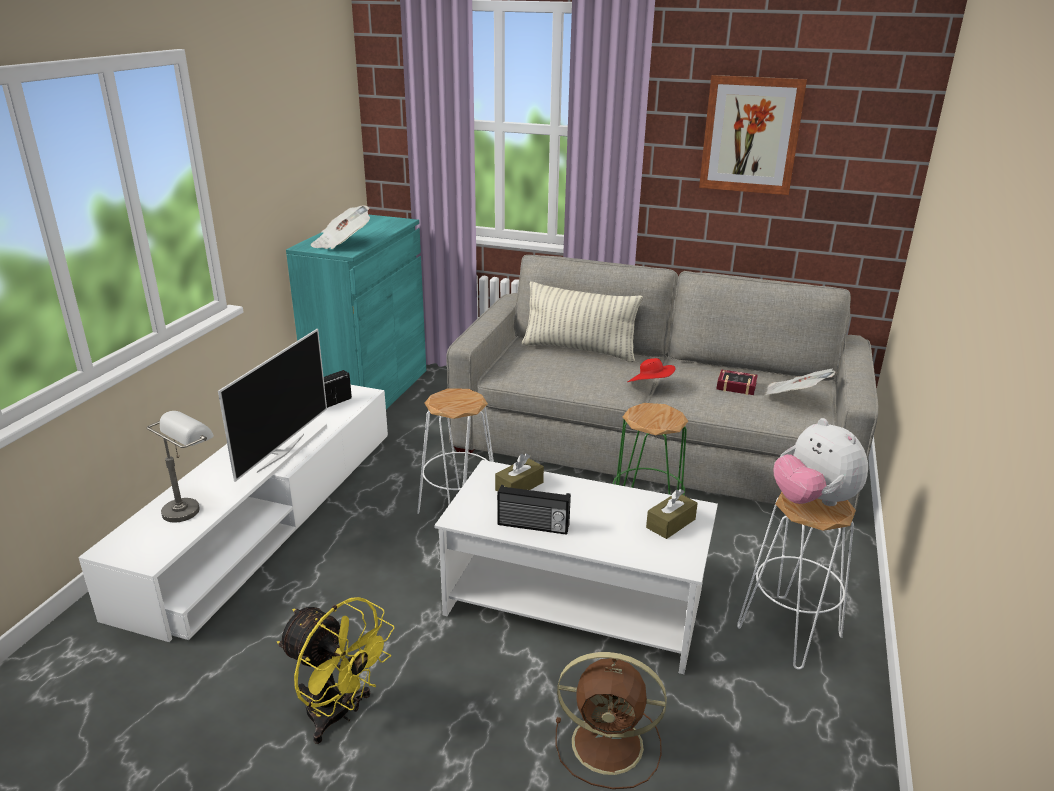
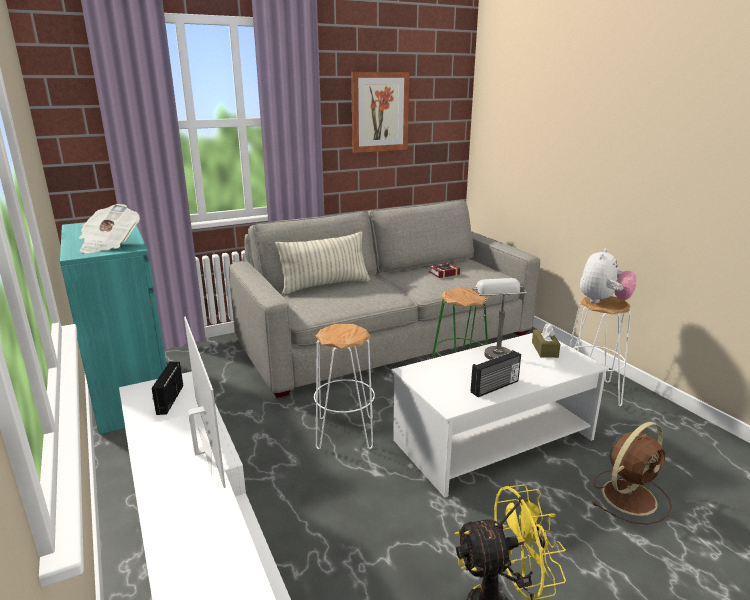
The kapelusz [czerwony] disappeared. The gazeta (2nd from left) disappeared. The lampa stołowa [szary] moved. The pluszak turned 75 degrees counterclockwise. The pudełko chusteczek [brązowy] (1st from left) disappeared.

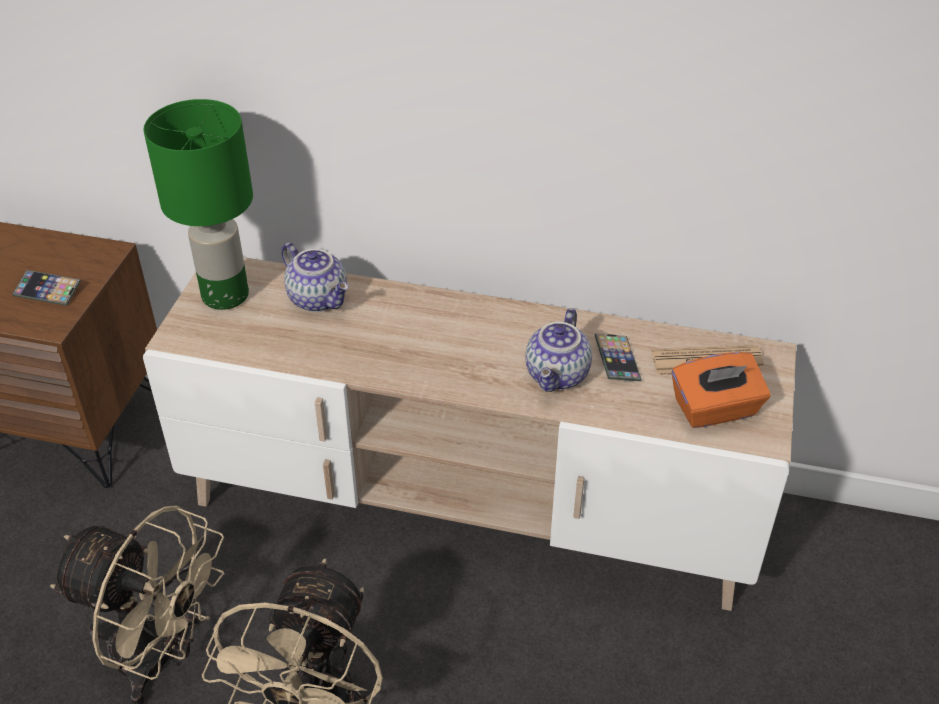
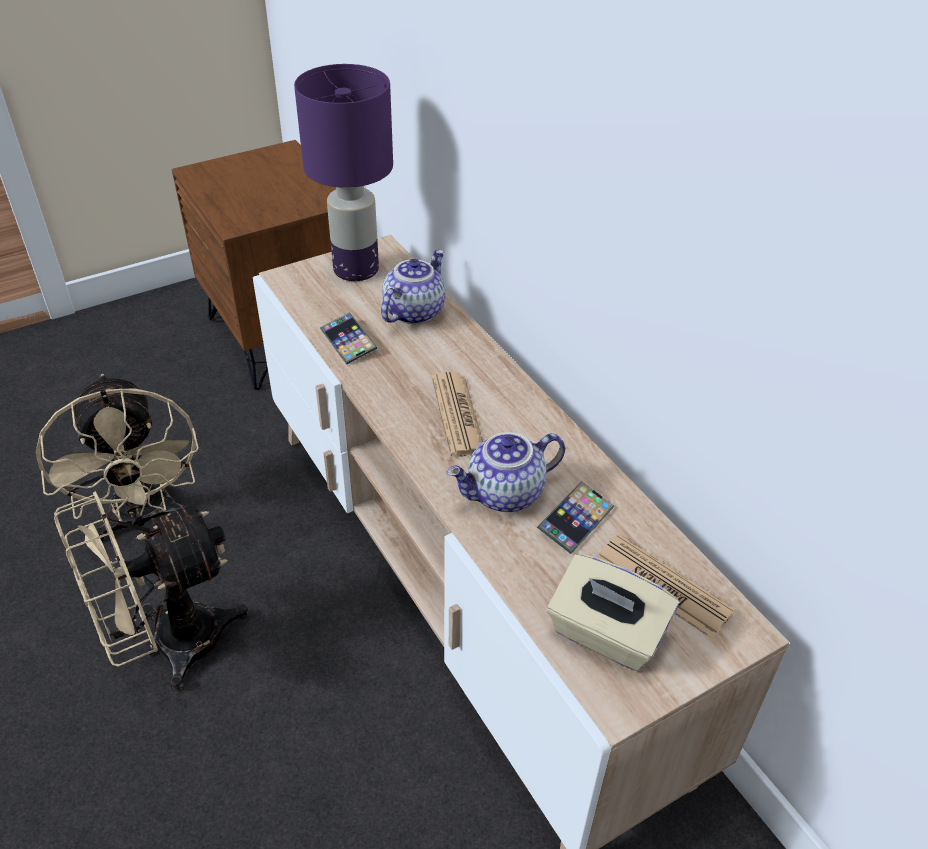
The lampa stołowa [zielony] became the lampa stołowa [fioletowy]. The imbryk (1st from left) turned 150 degrees counterclockwise. The telefon (1st from left) moved. The pudełko chusteczek [pomarańczowy] became the pudełko chusteczek [beżowy]. The gazeta (1st from left) appeared.

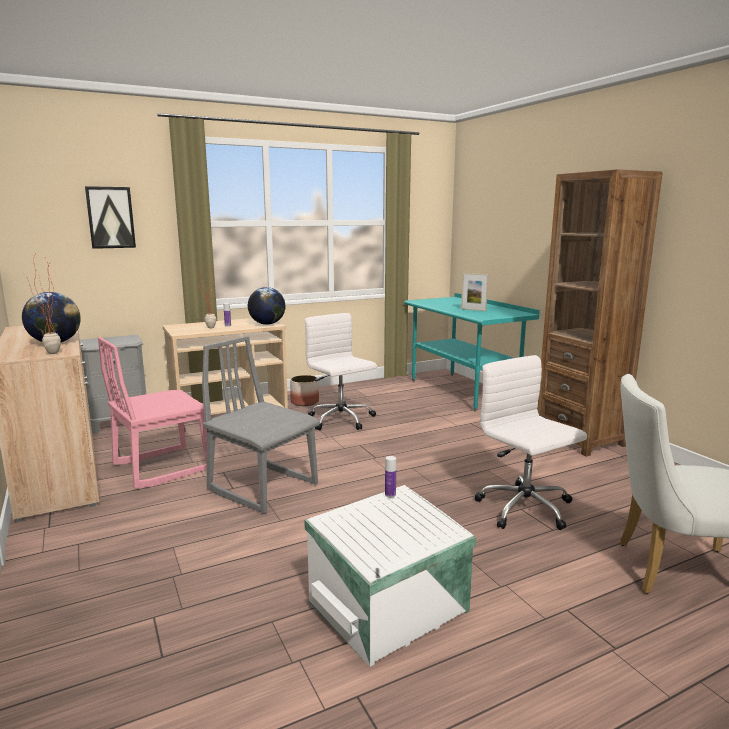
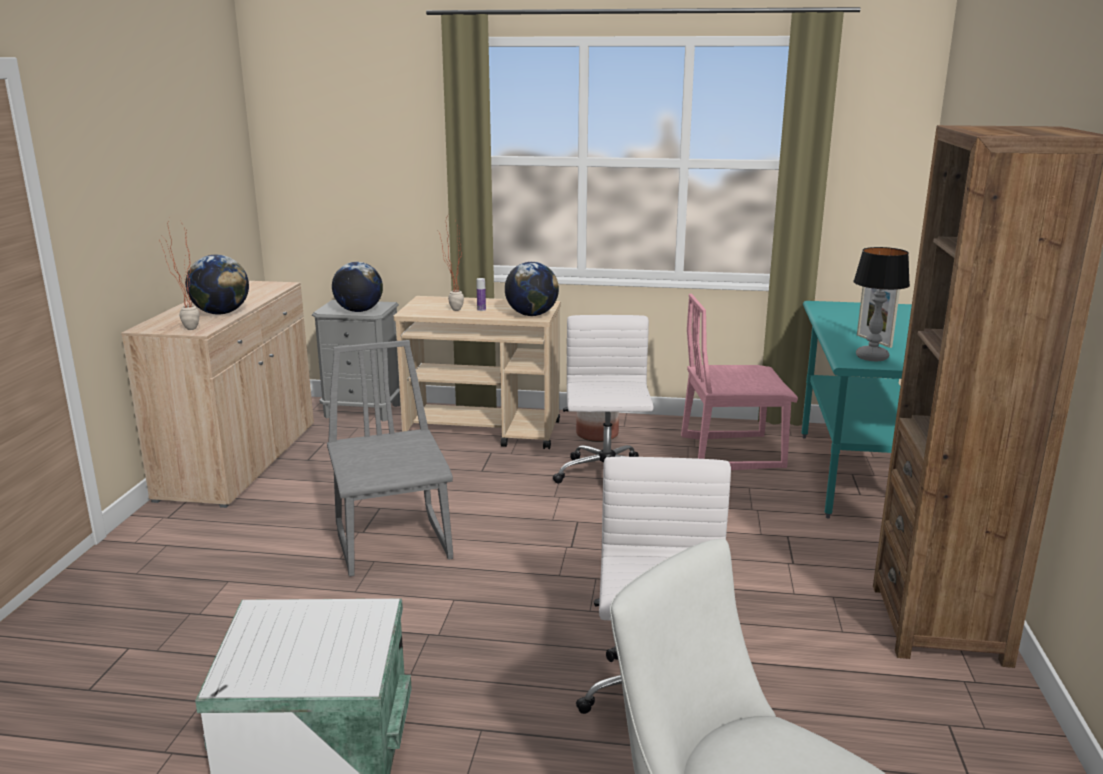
The obraz disappeared. The krzesło [różowy] moved. The butelka (2nd from left) disappeared. The lampa stołowa appeared. The globus (2nd from left) appeared.

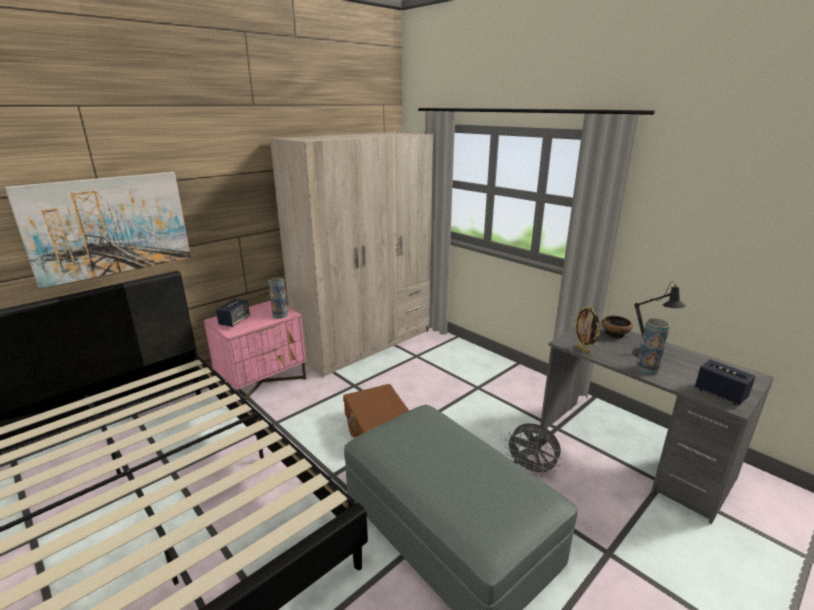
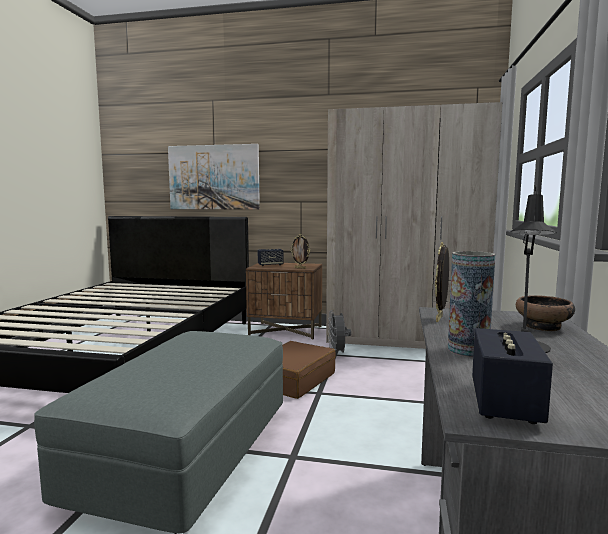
The wazon (1st from left) was replaced by the ramka na zdjęcie (1st from left). The szafka nocna [różowy] became the szafka nocna [brązowy]. The wentylator [szary] moved.

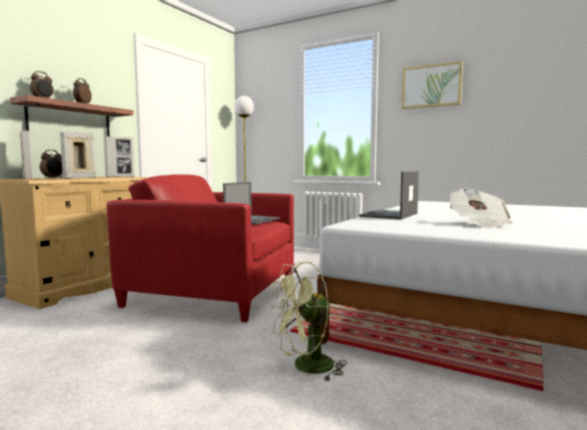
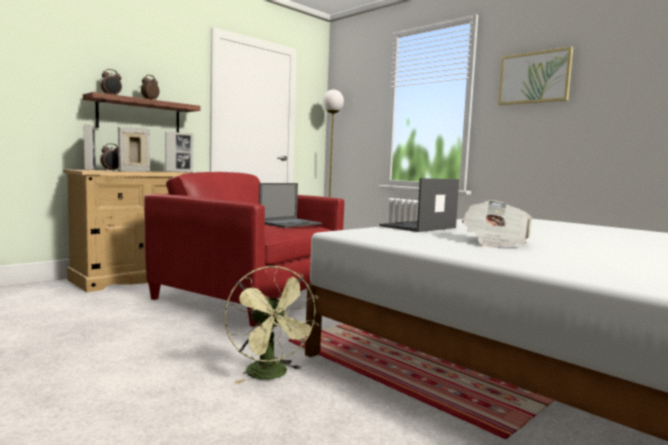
The wentylator [zielony] turned 105 degrees counterclockwise.

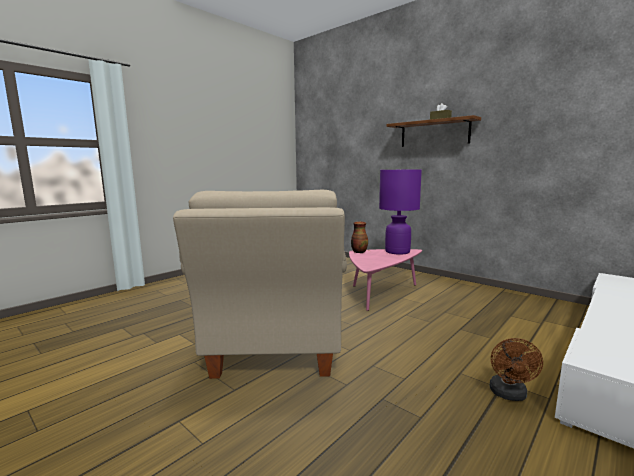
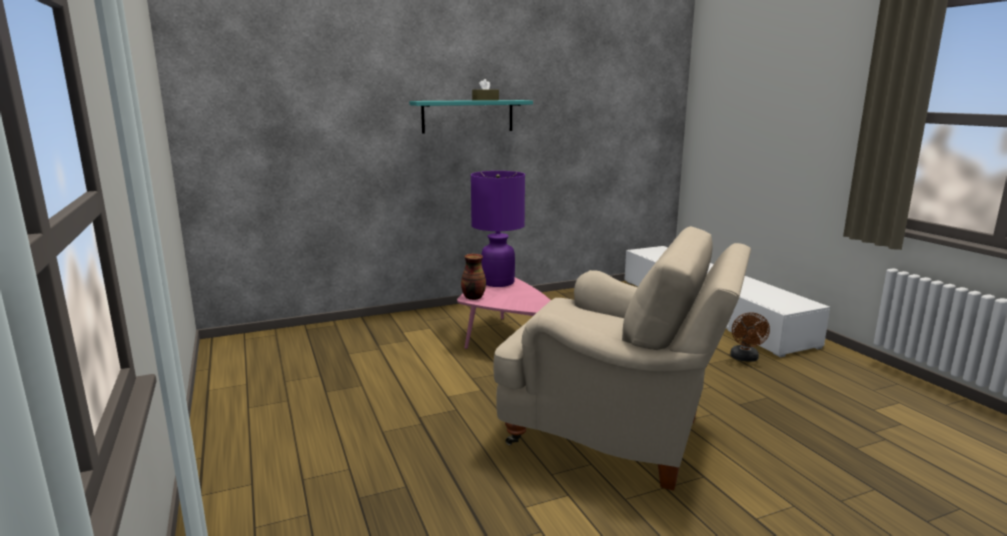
The półka [brązowy] became the półka [turkusowy]. The wentylator [brązowy] turned 60 degrees clockwise.

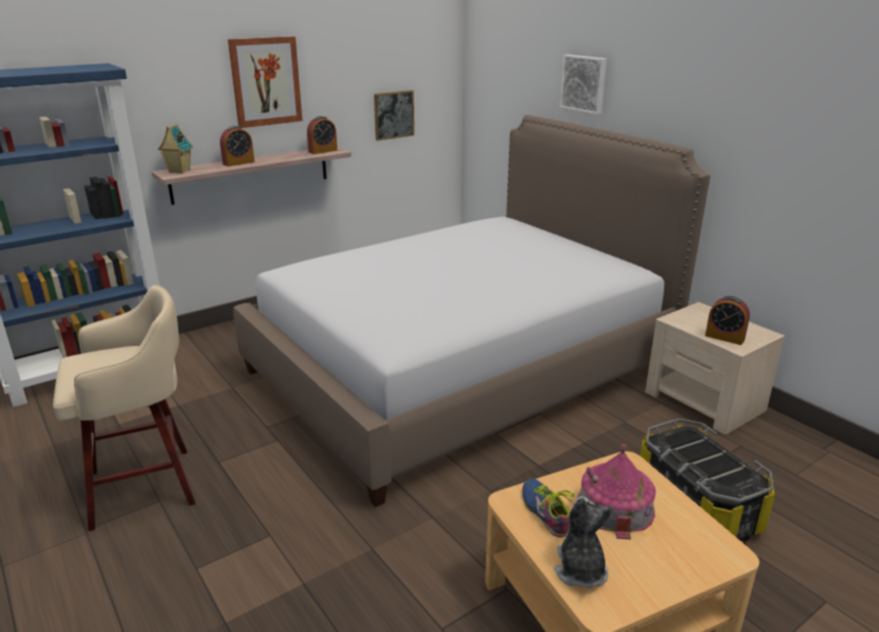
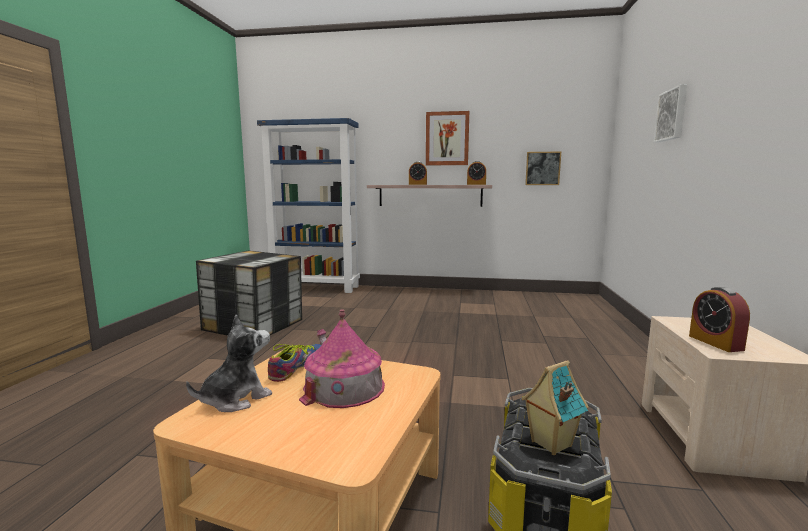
The łóżko disappeared. The domek (1st from left in the first image) moved. The stołek [beżowy] was replaced by the pojemnik do przechowywania (1st from left).

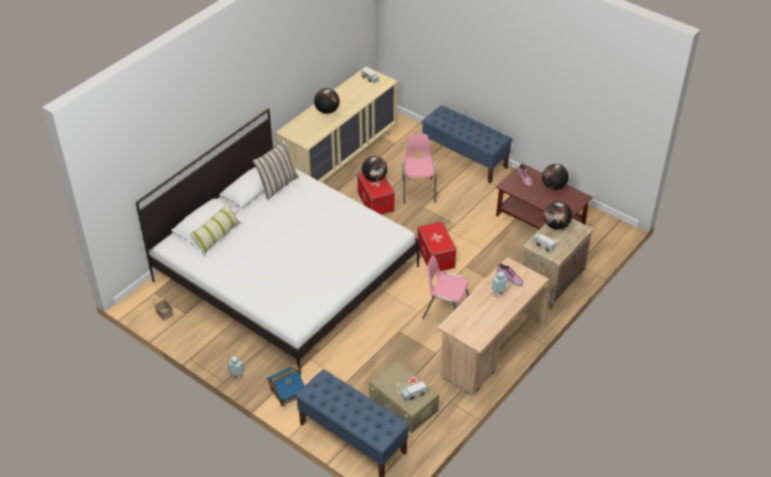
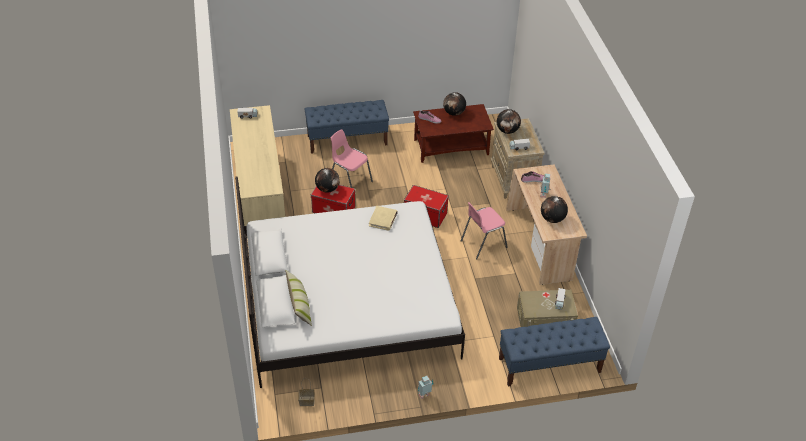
The globus (1st from left in the first image) moved. The poduszka (2nd from left) disappeared. The domek disappeared. The książka [beżowy] appeared.

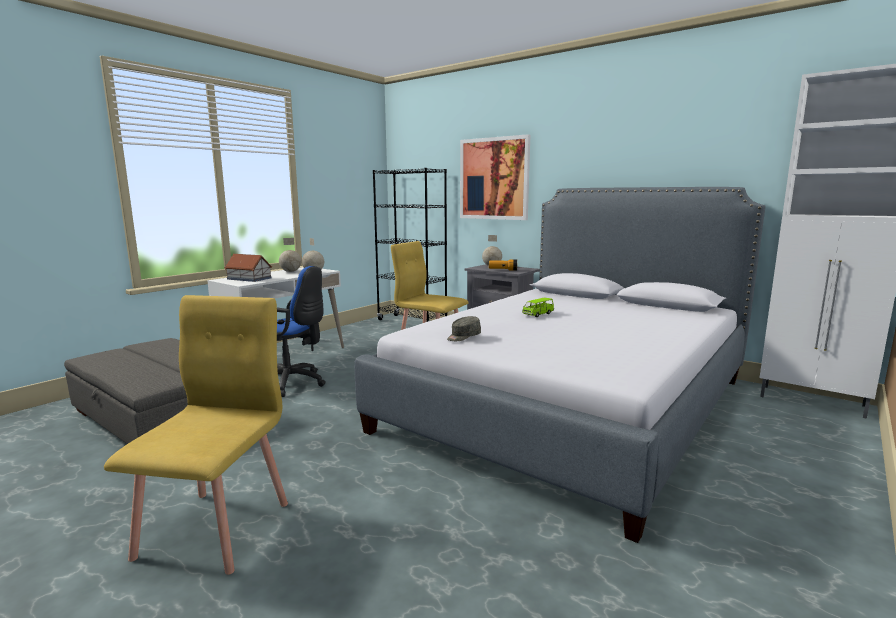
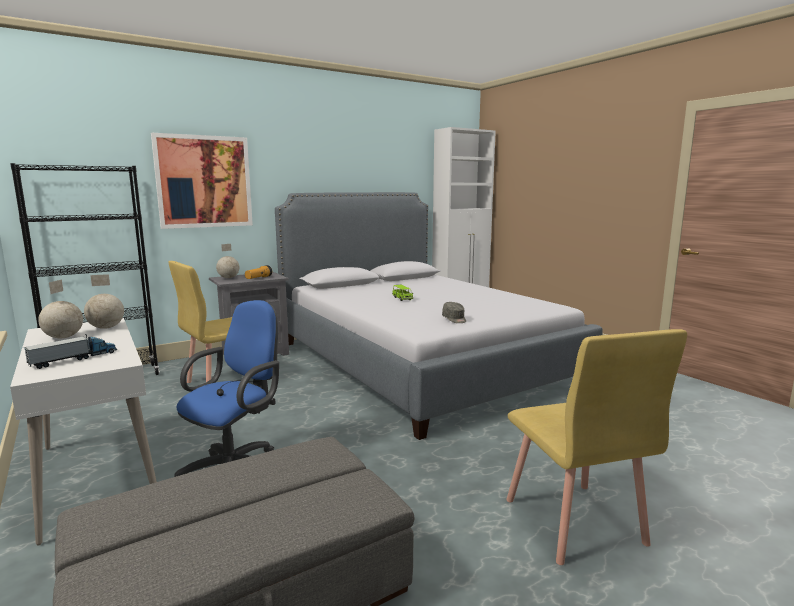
The domek was replaced by the ciężarówka zabawkowa. The krzesło [żółty] (1st from left in the first image) turned 135 degrees counterclockwise.

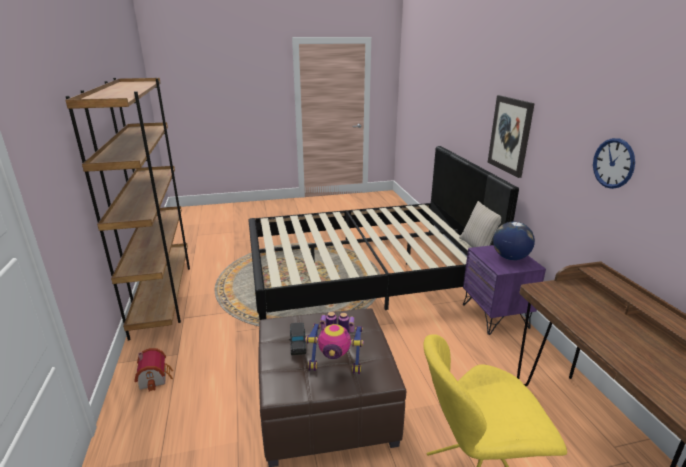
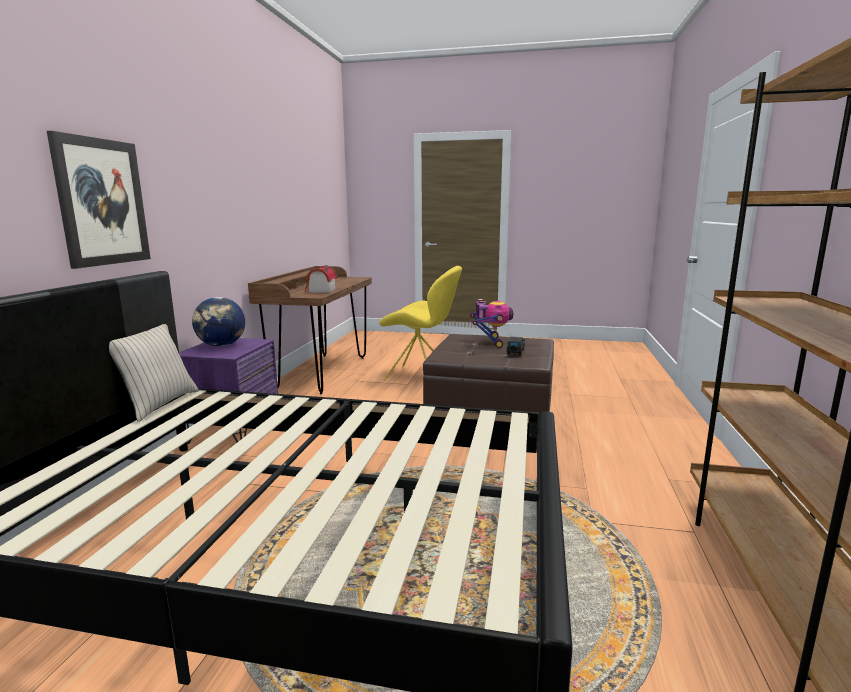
The zegar ścienny disappeared. The robot zabawkowy turned 60 degrees clockwise. The domek moved.

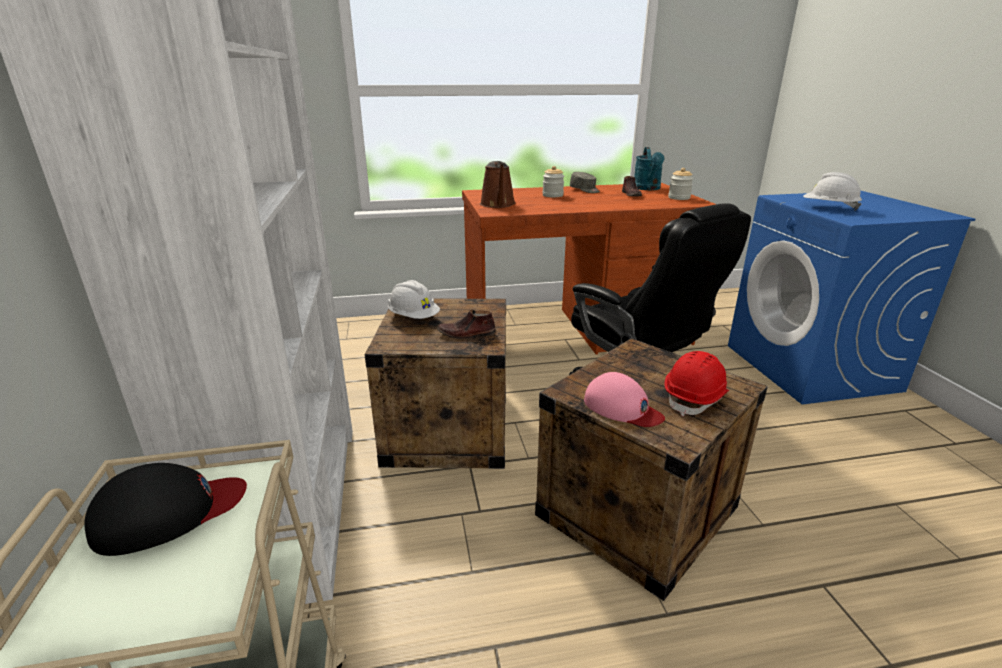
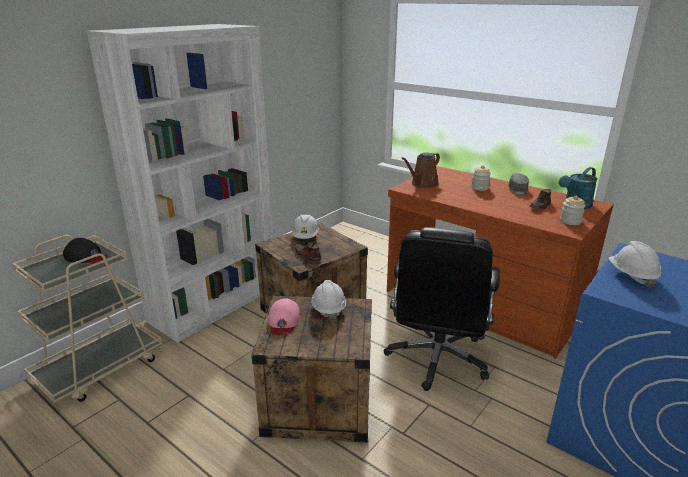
The kask [czerwony] disappeared. The kask [biały] (2nd from left) appeared.

